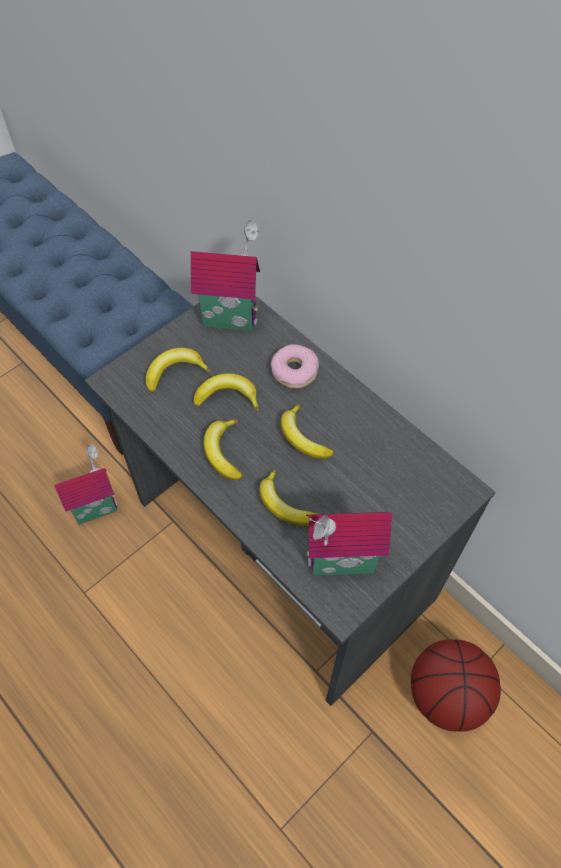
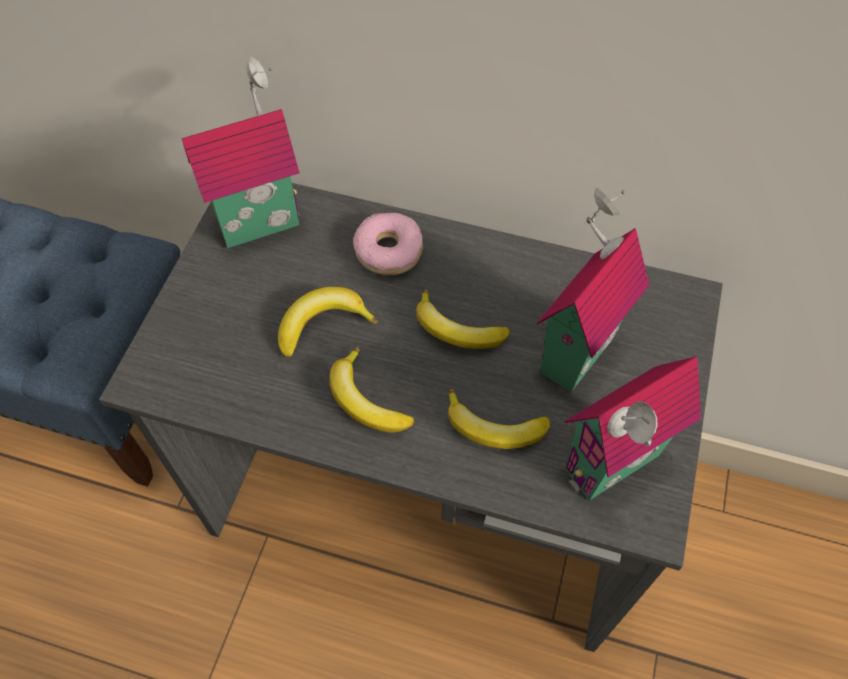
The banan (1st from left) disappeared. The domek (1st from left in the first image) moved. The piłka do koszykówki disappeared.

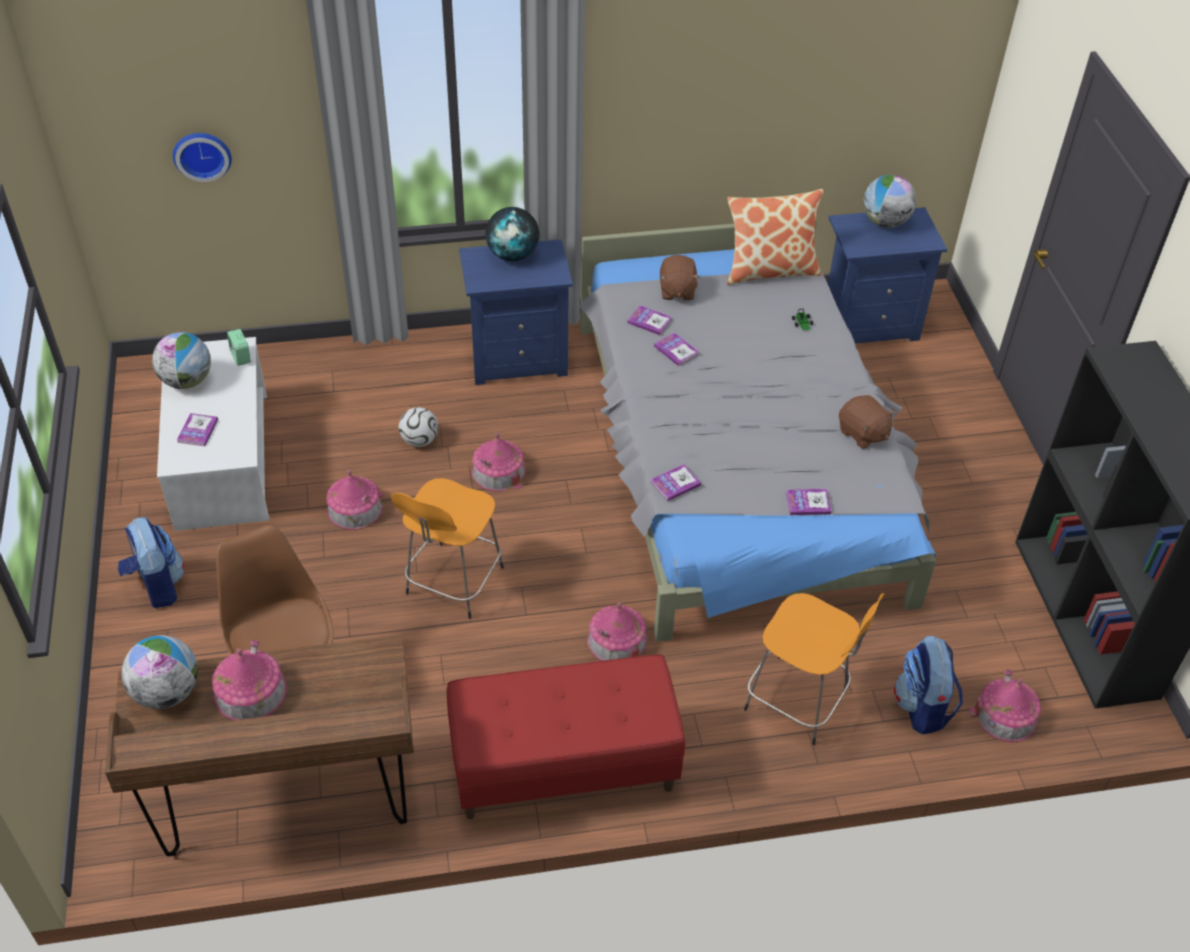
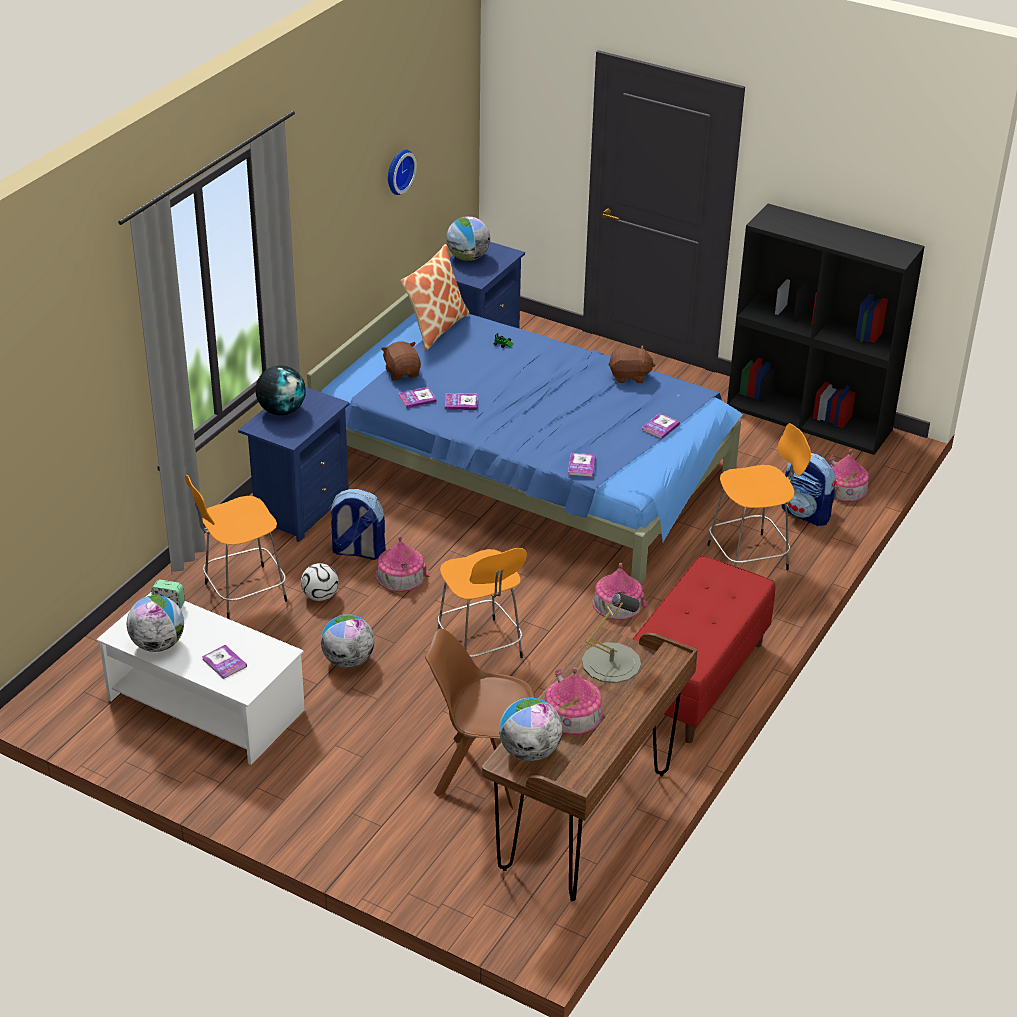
The zegar ścienny moved. The łóżko [szary] became the łóżko [niebieski]. The pluszak [brązowy] (1st from left) turned 150 degrees counterclockwise. The domek (2nd from left) was replaced by the globus (3rd from left). The plecak (1st from left) moved. The stołek [pomarańczowy] (1st from left) appeared. The lampa stołowa [szary] appeared.

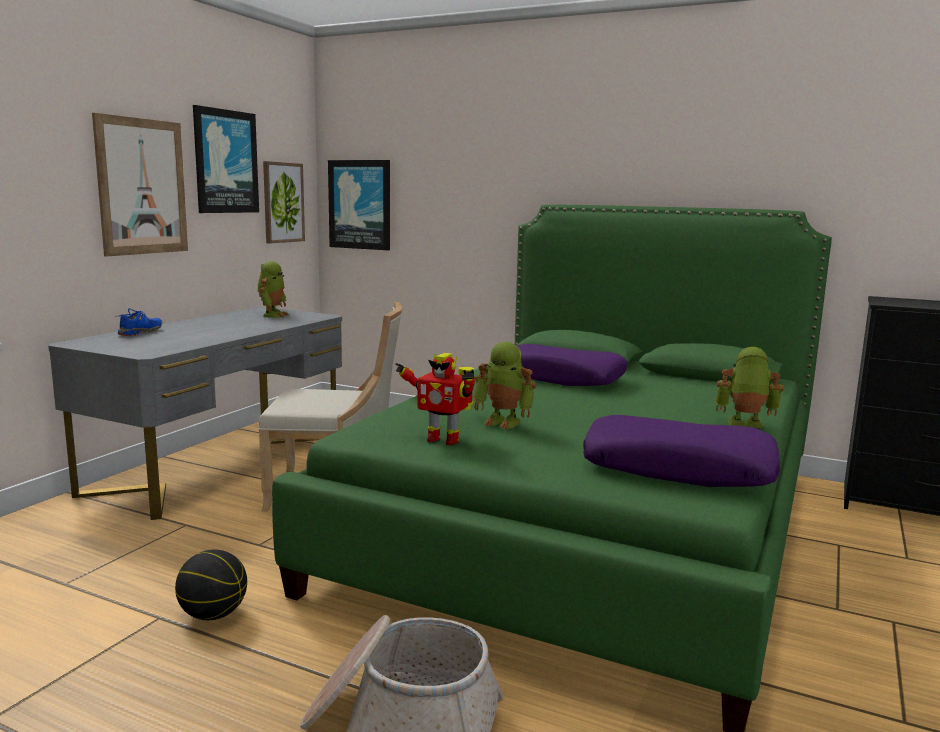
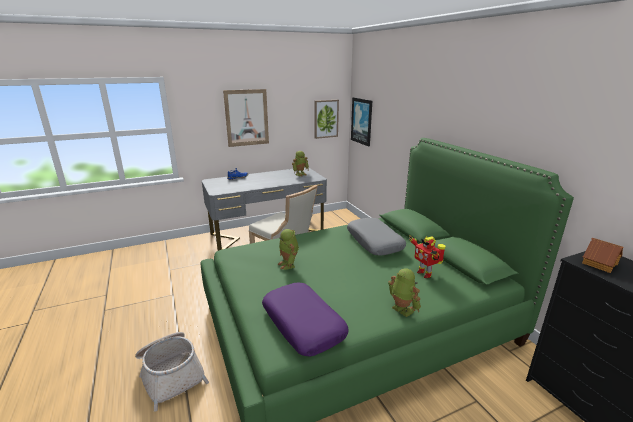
The obraz (2nd from left) disappeared. The poduszka [fioletowy] (1st from left) became the poduszka [szary]. The robot zabawkowy (2nd from left in the first image) moved. The piłka do koszykówki disappeared. The domek appeared.

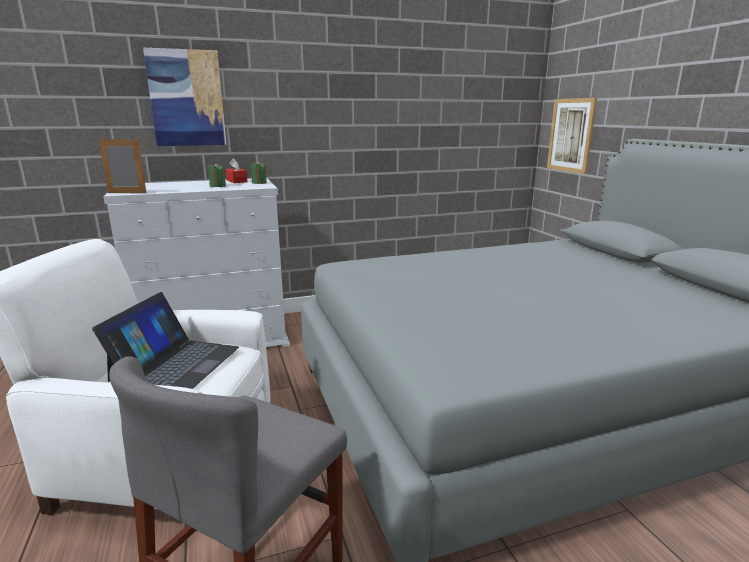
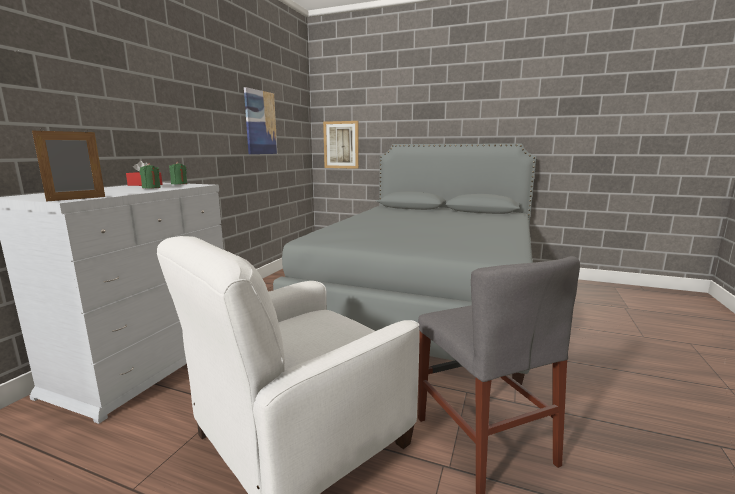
The obraz (1st from left) moved. The laptop disappeared.

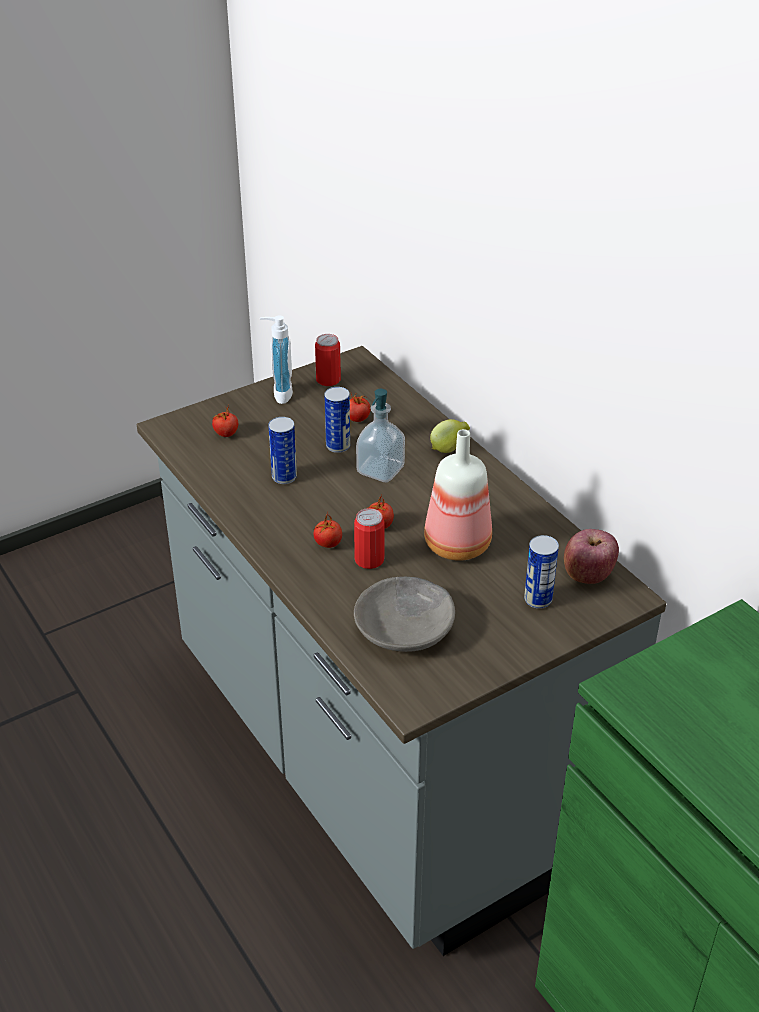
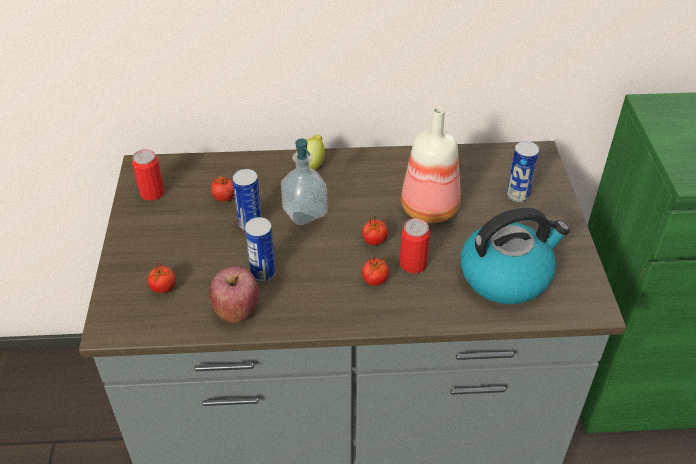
The dozownik mydła (1st from left) disappeared. The jabłko moved. The miska [szary] was replaced by the czajnik.

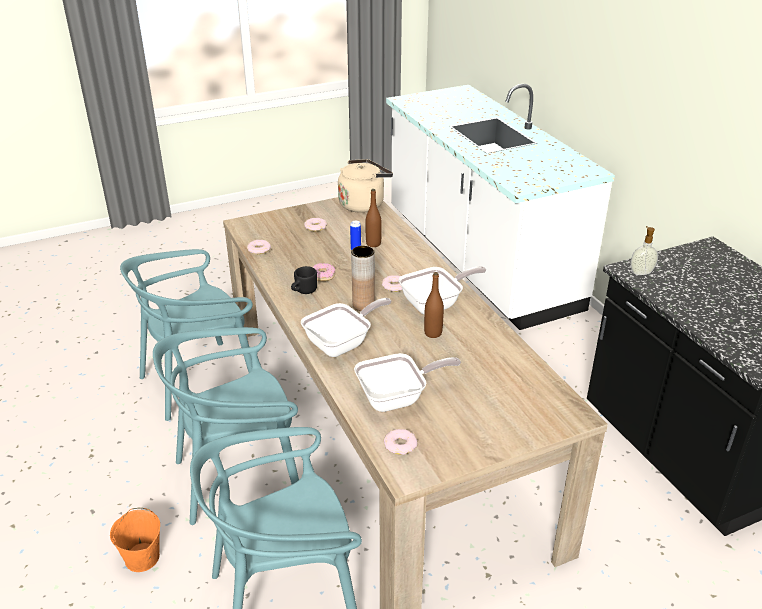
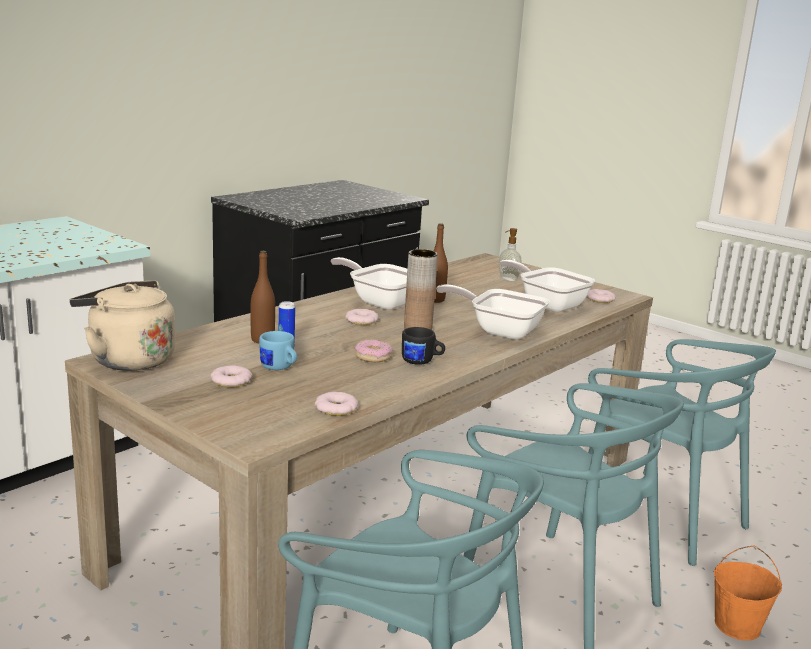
The dozownik mydła moved. The kubek [niebieski] appeared.

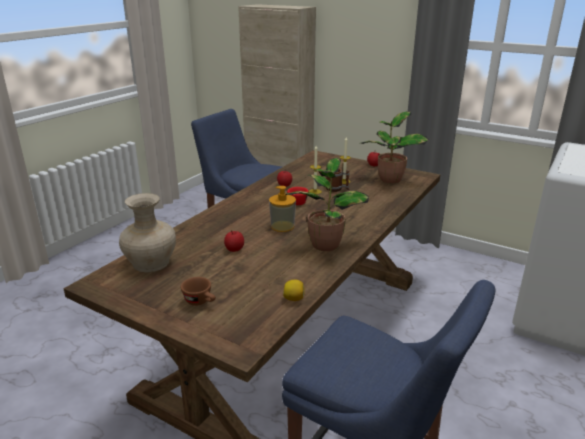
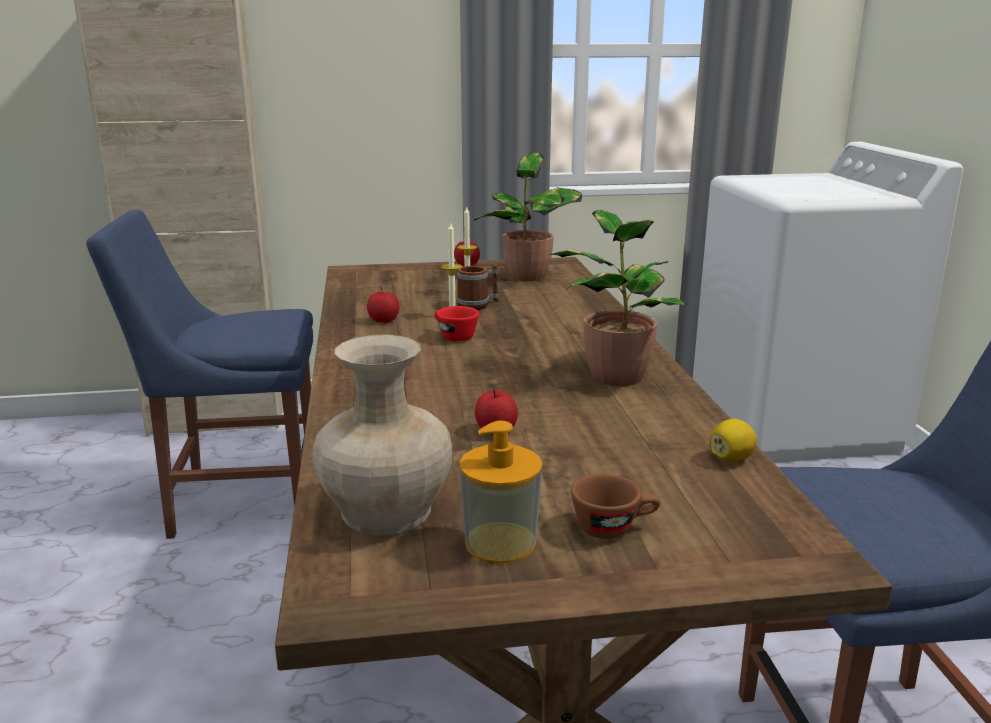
The dozownik mydła moved.

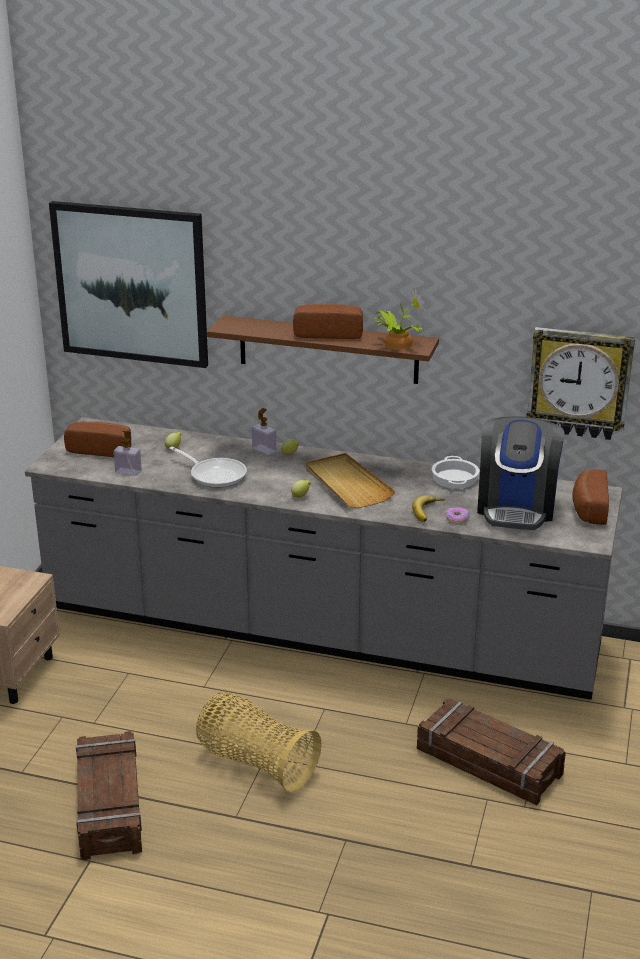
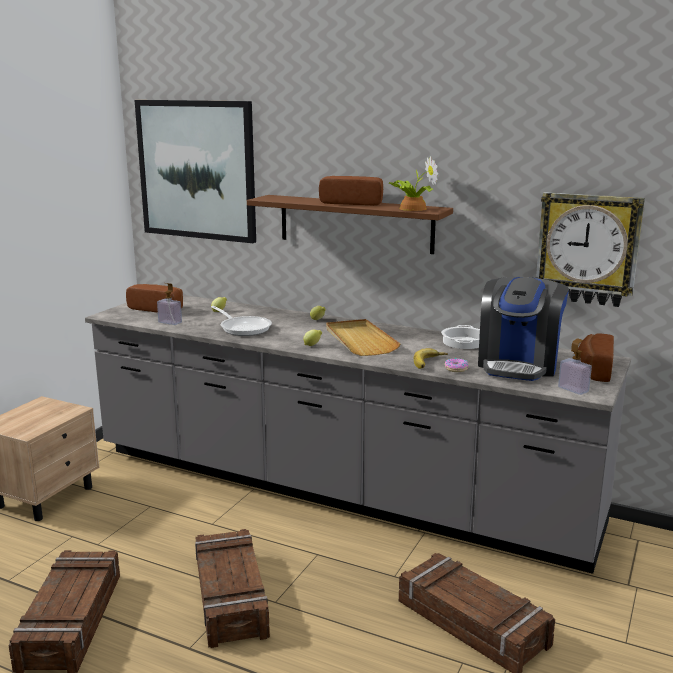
The dozownik mydła (2nd from left) moved. The koszyk was replaced by the skrzynka (2nd from left).

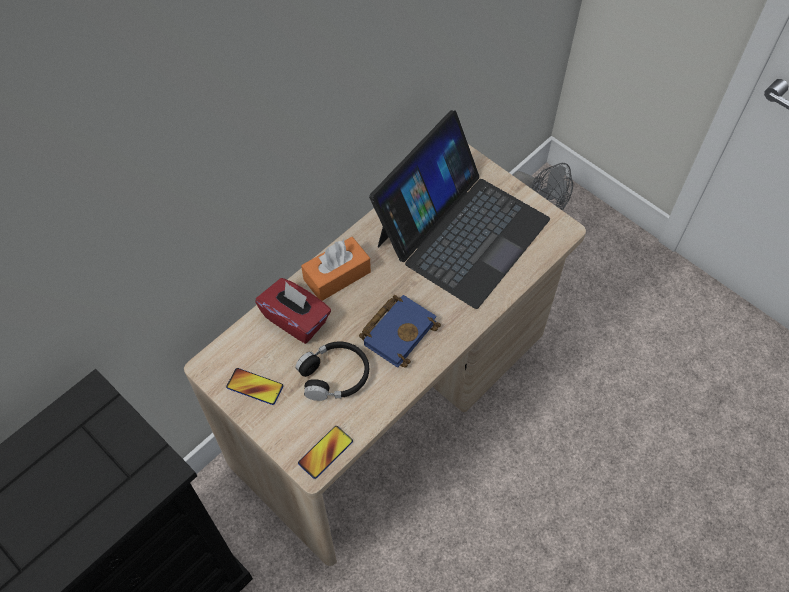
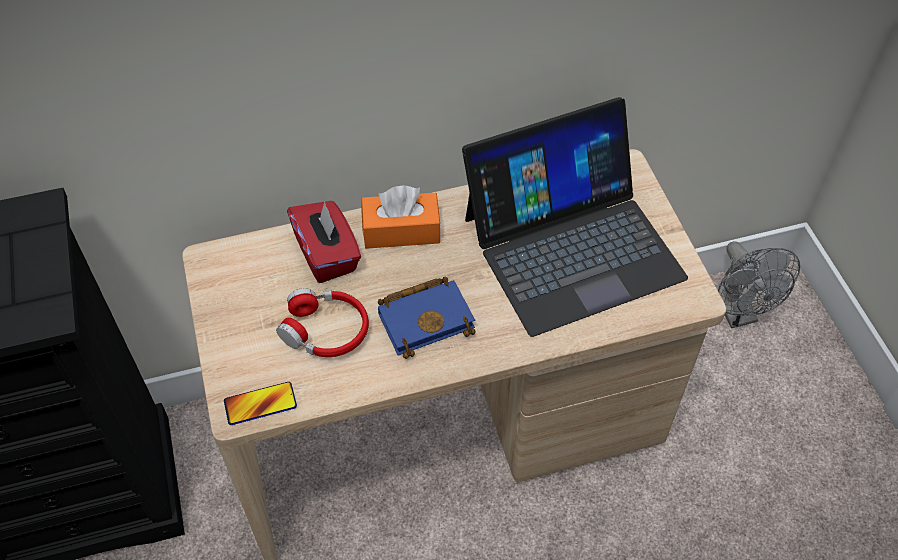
The słuchawki [czarny] became the słuchawki [czerwony]. The telefon (1st from left) disappeared.

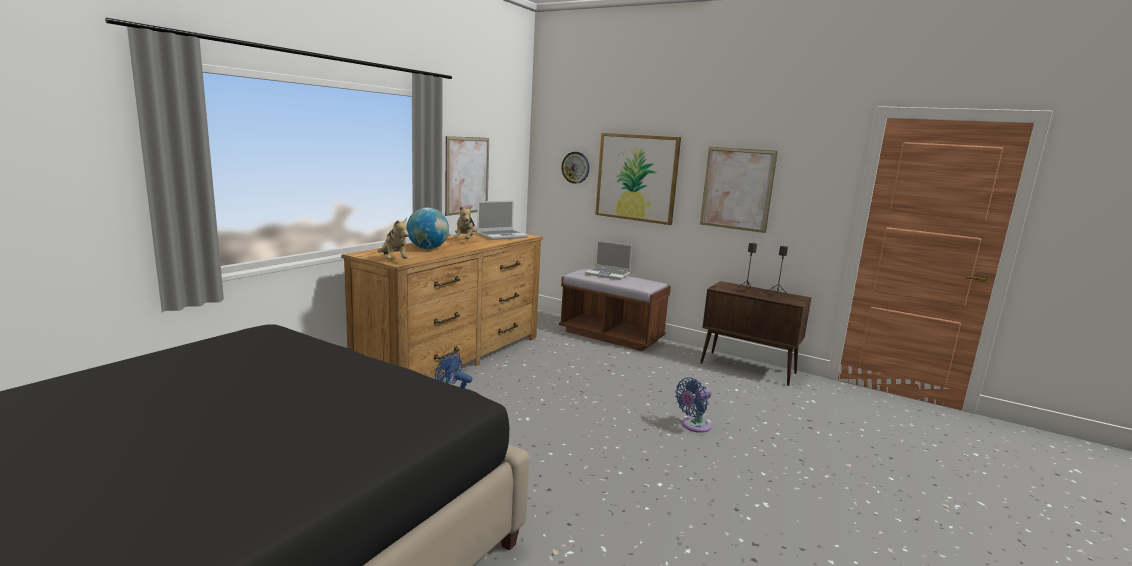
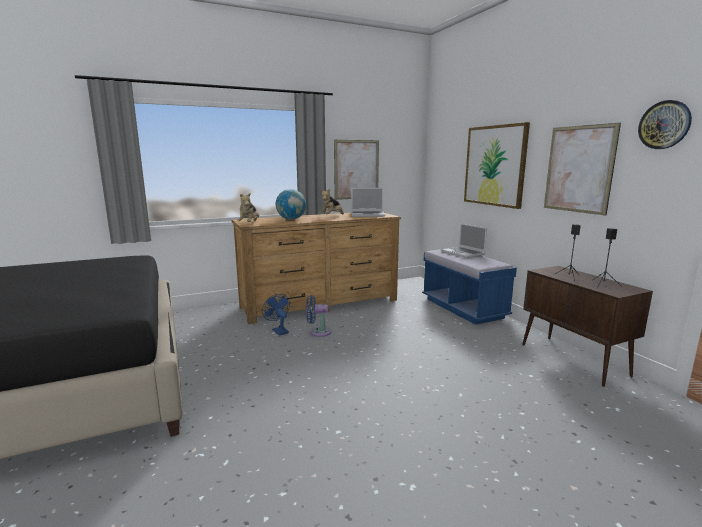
The zegar ścienny moved. The ławka [brązowy] became the ławka [niebieski]. The wentylator [niebieski] (2nd from left) moved.

